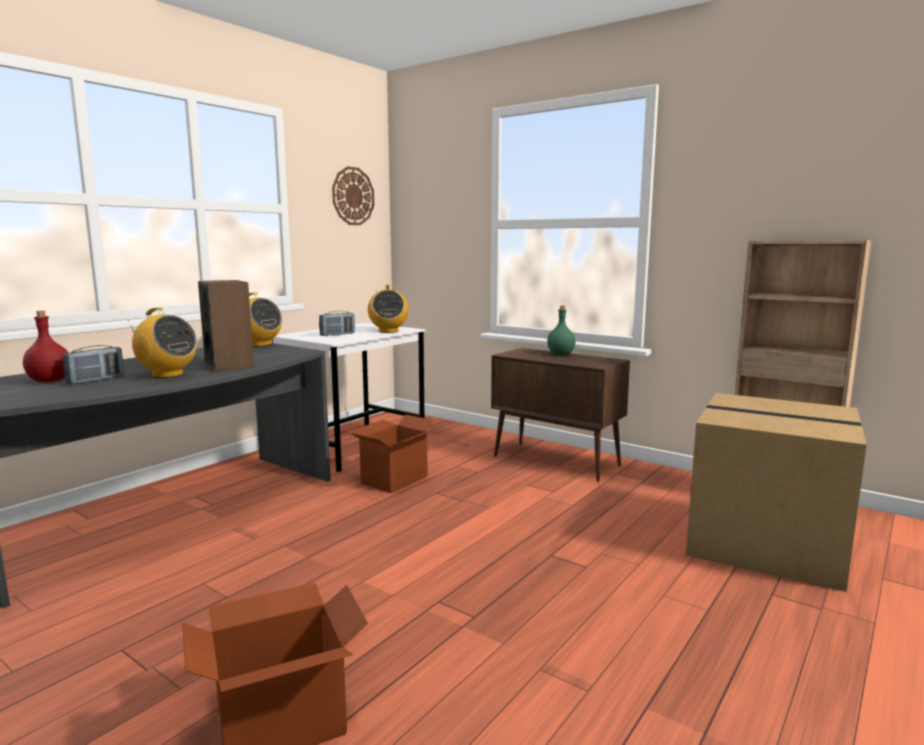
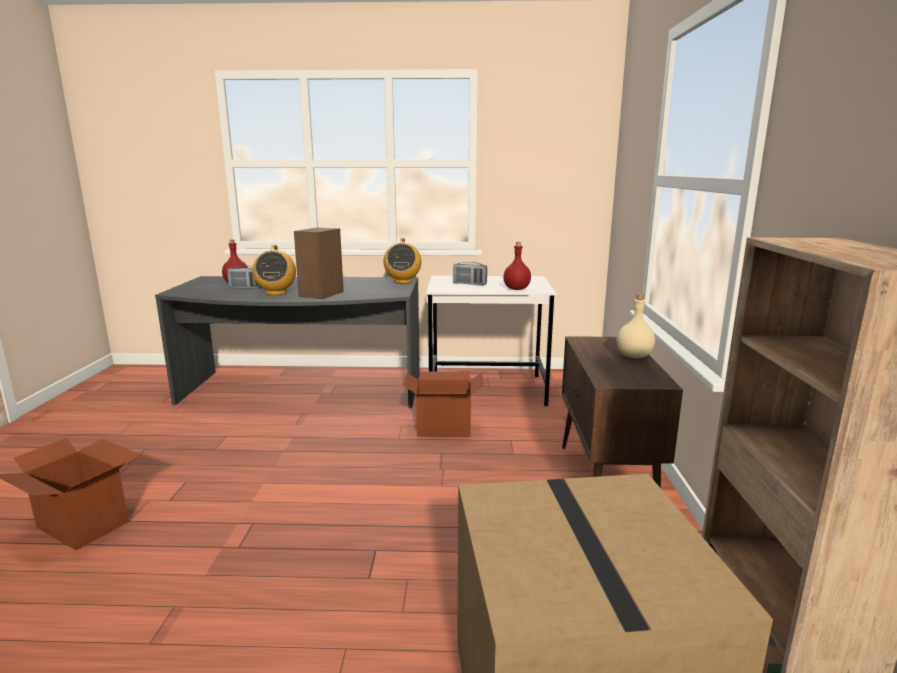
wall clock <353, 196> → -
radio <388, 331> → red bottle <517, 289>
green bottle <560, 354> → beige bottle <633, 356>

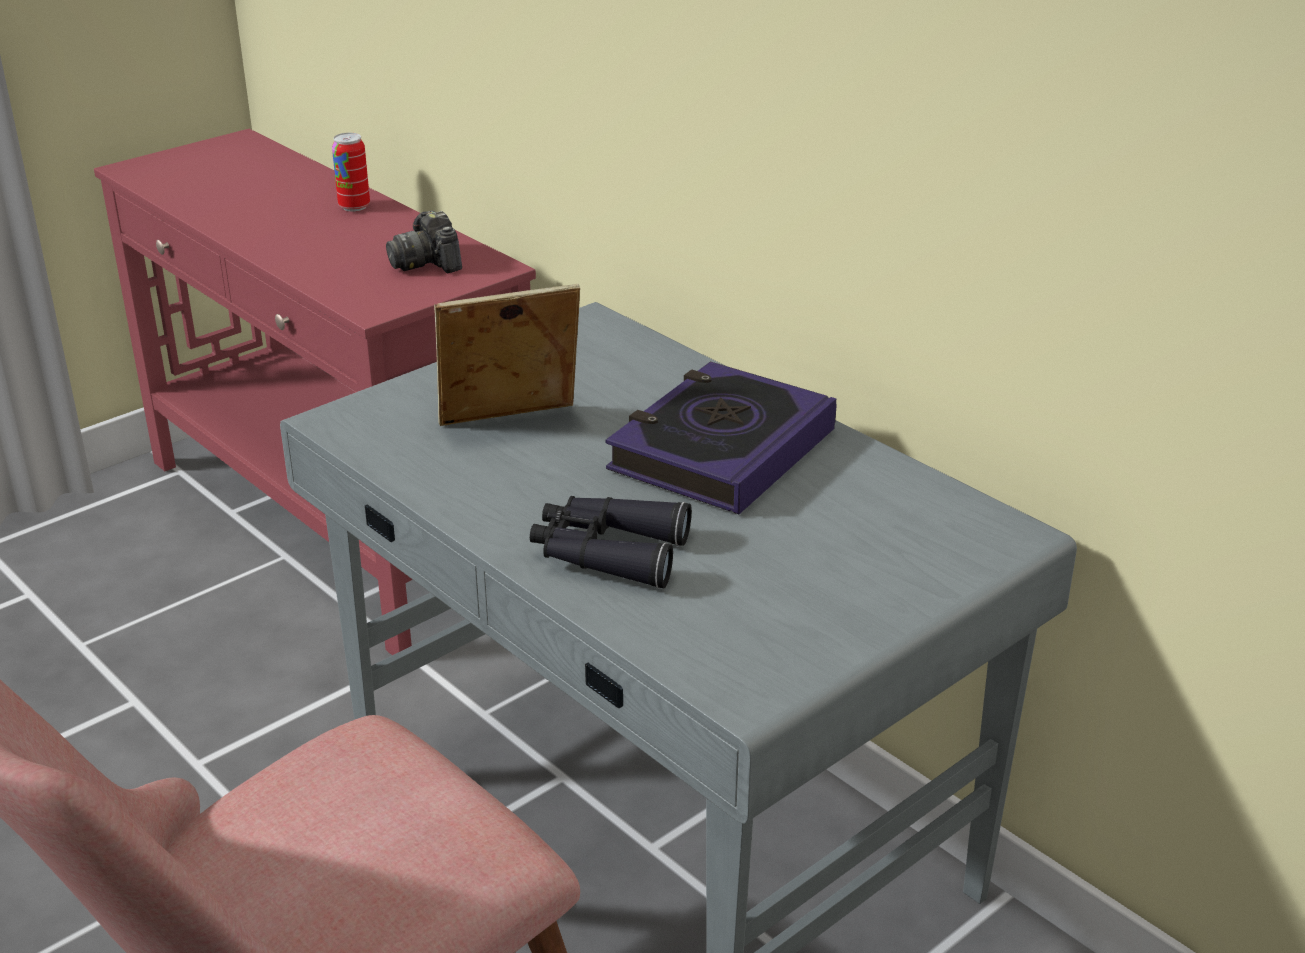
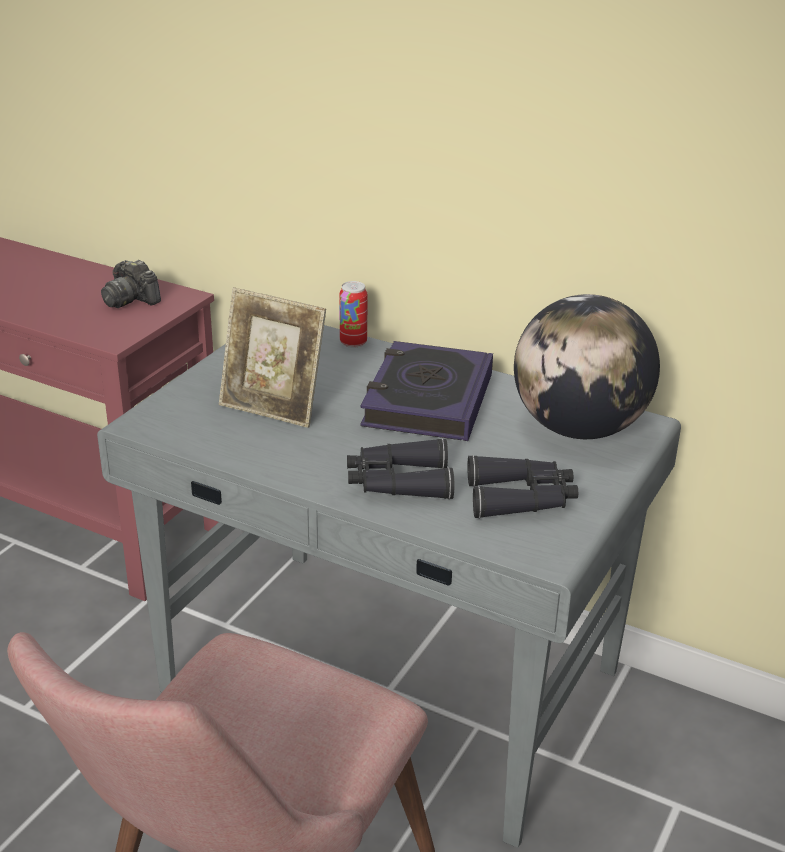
can <354, 207> → can <353, 343>, relocated
picture frame <510, 427> → picture frame <273, 408>, 120 degrees counterclockwise
- → globe <579, 429>
- → black binoculars <521, 498>

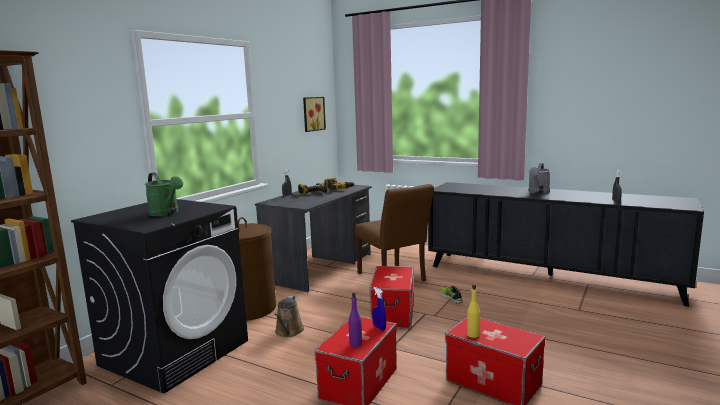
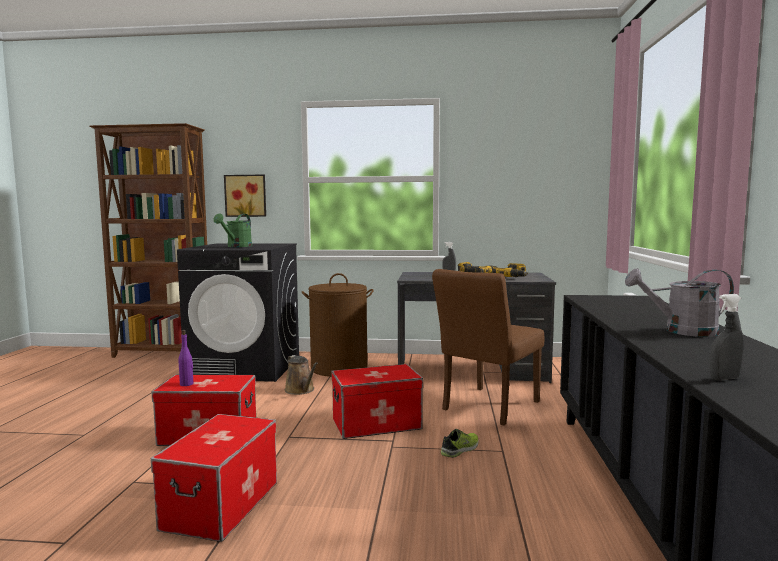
picture <312, 114> → picture <246, 195>, relocated
yellow bottle <473, 334> → -
blue spray bottle <379, 328> → -
brown watering can <288, 332> → brown watering can <301, 390>, 105 degrees counterclockwise

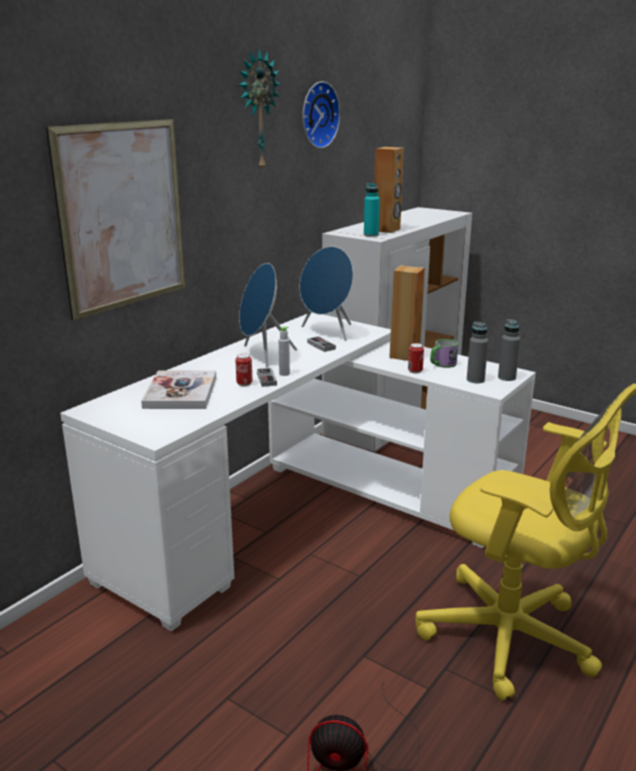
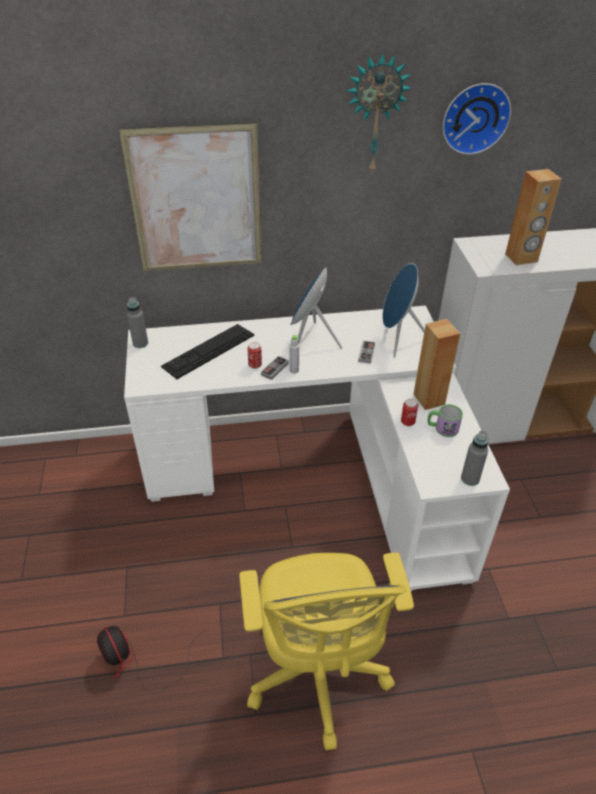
turquoise bottle <371, 235> → -
grey bottle <475, 380> → grey bottle <140, 343>, relocated
book <181, 392> → keyboard <208, 350>

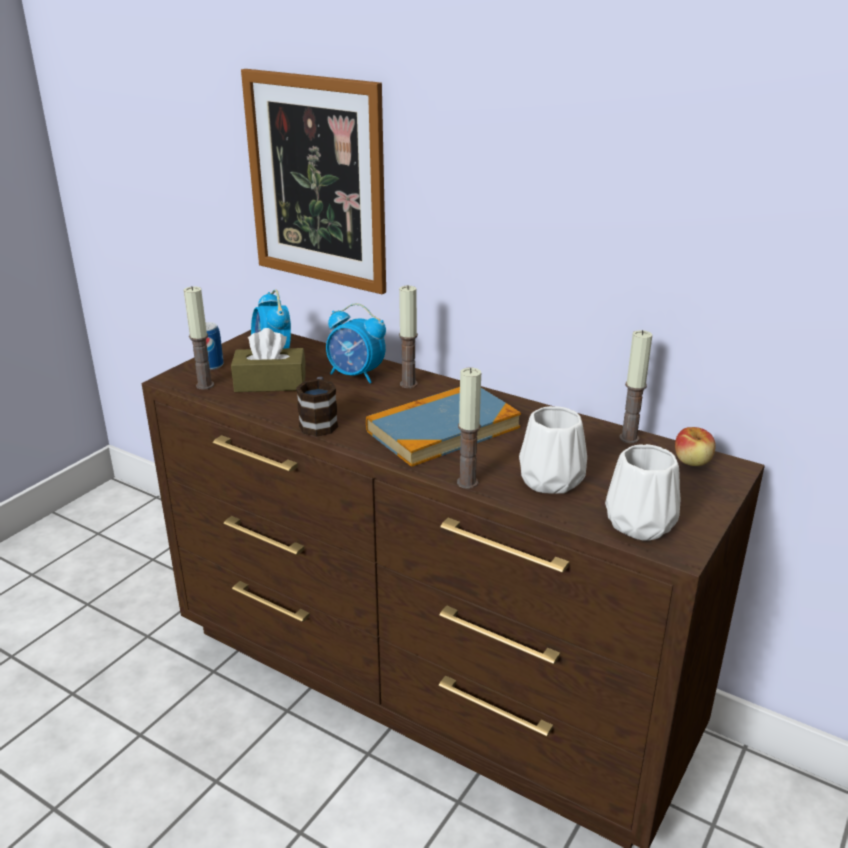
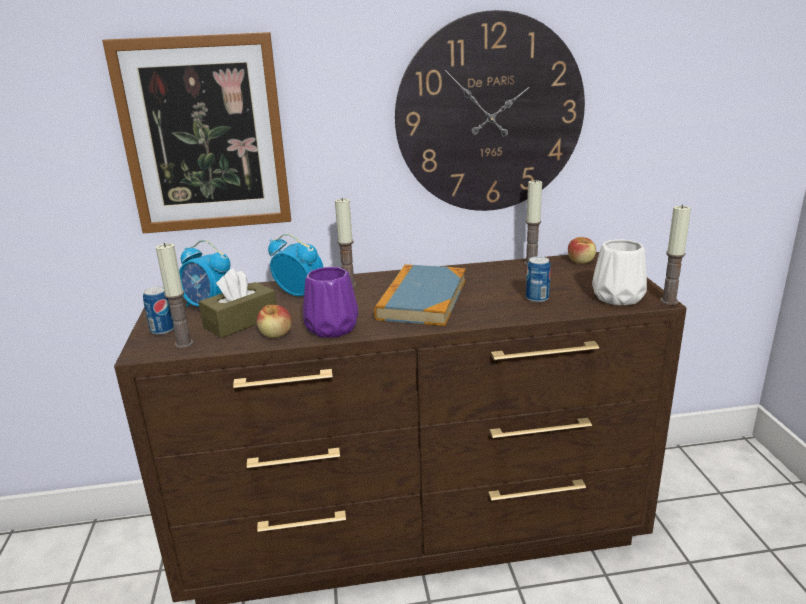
alarm clock <356, 375> → alarm clock <300, 293>, 135 degrees counterclockwise
candle <467, 482> → candle <669, 301>, relocated
mug <319, 422> → purple vase <330, 328>
white vase <551, 481> → can <537, 298>
- → wall clock <490, 115>
- → apple <276, 334>

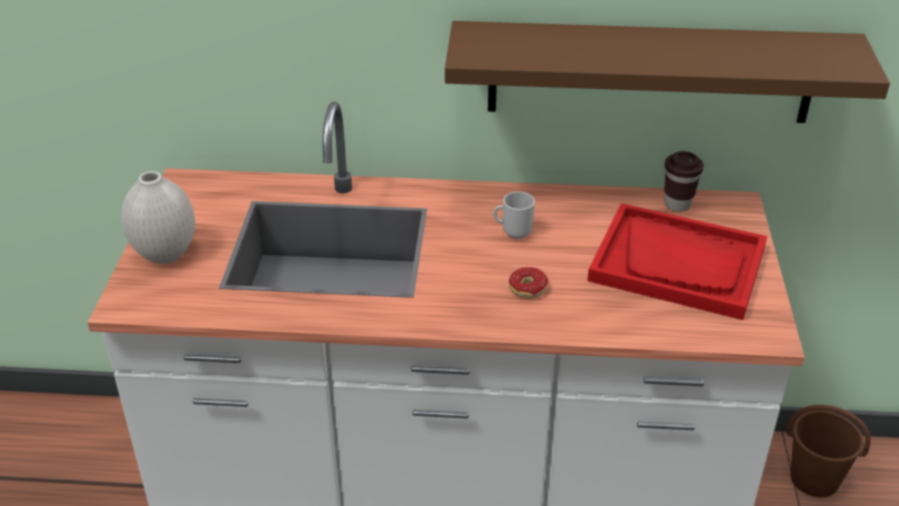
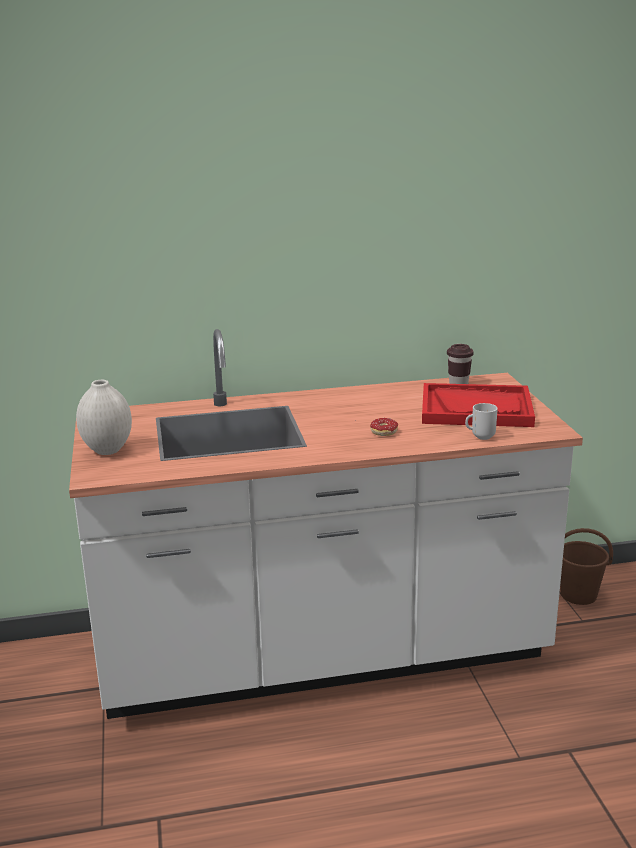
brown shelf <650, 72> → -
mug <515, 233> → mug <481, 437>, relocated

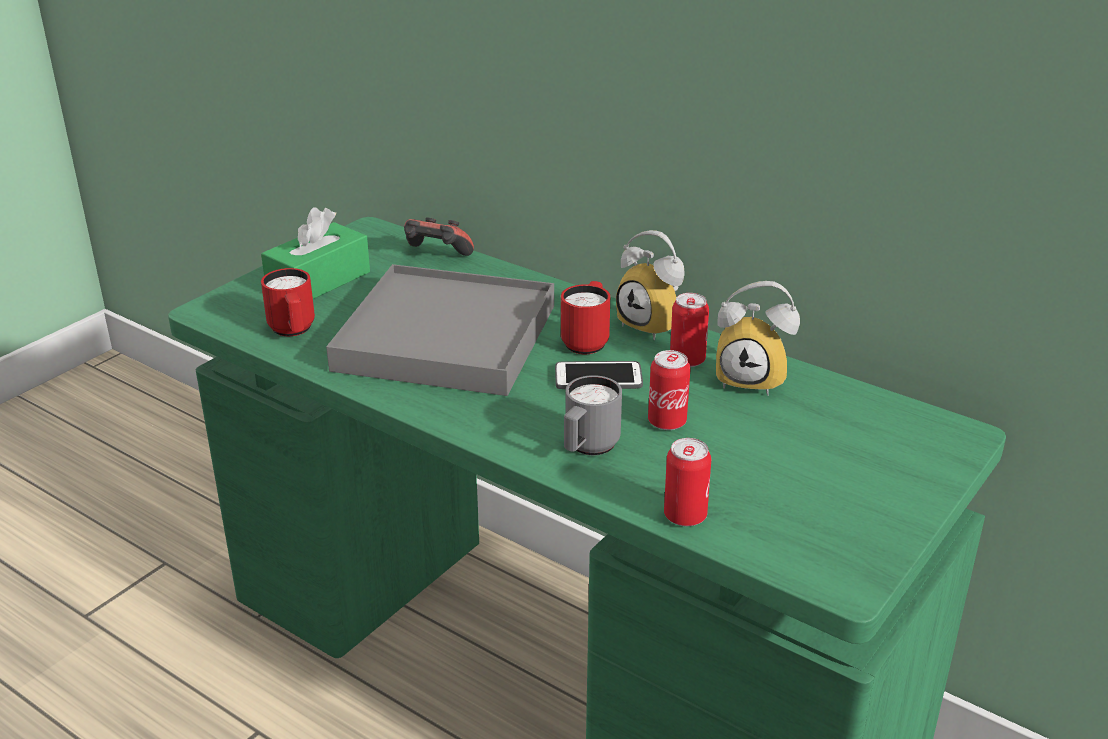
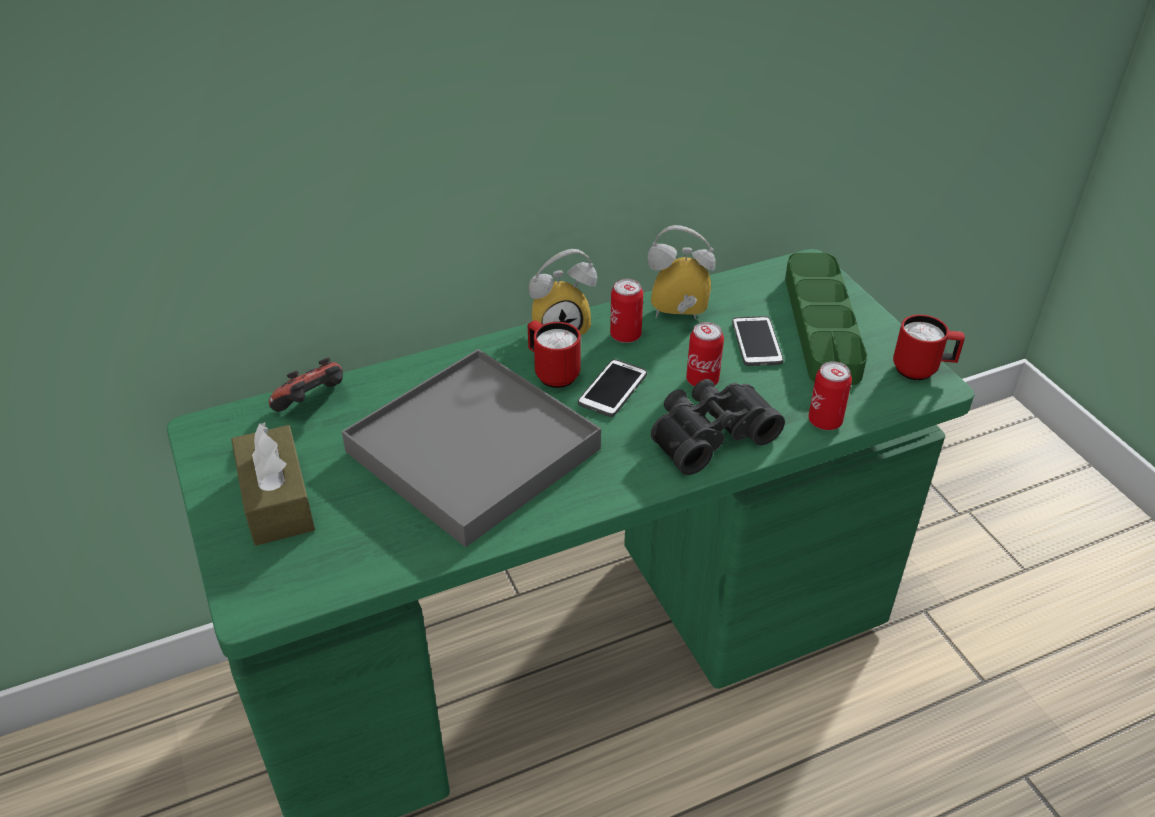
green tissue box <318, 281> → brown tissue box <277, 500>
red mug <293, 331> → red mug <922, 370>, relocated
alarm clock <753, 379> → alarm clock <677, 317>, 135 degrees counterclockwise
grey mug <587, 448> → black binoculars <708, 434>
- → green tray <821, 325>
- → phone <756, 342>

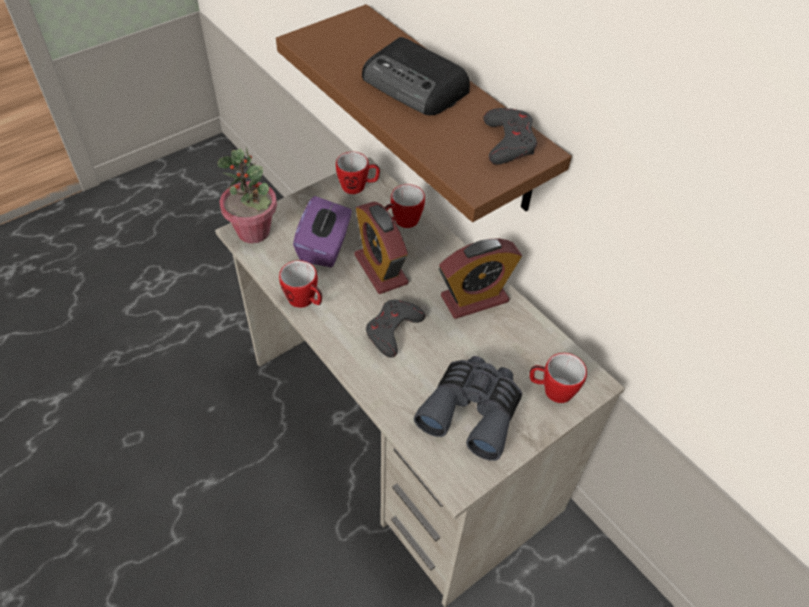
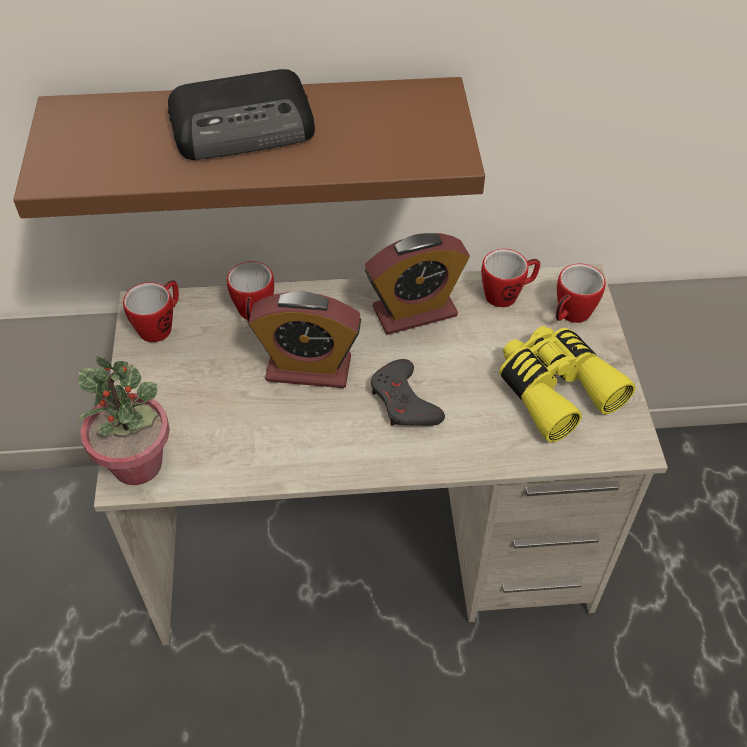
grey game controller <508, 141> → -
purple tissue box <325, 247> → -
alarm clock <474, 299> → alarm clock <414, 312>, 60 degrees clockwise
mug <305, 301> → mug <507, 294>, relocated
grey binoculars <472, 411> → yellow binoculars <555, 389>

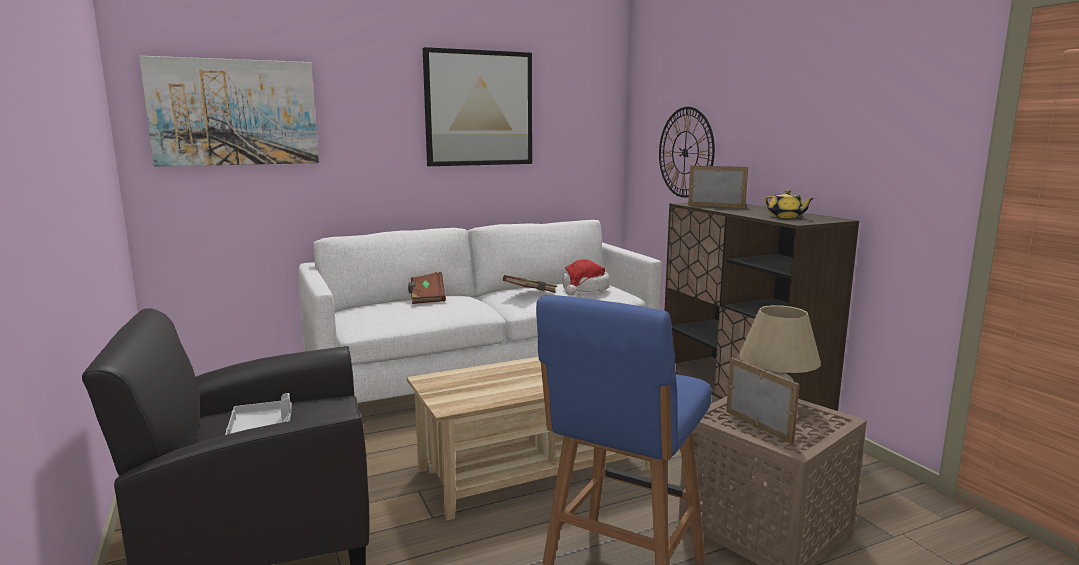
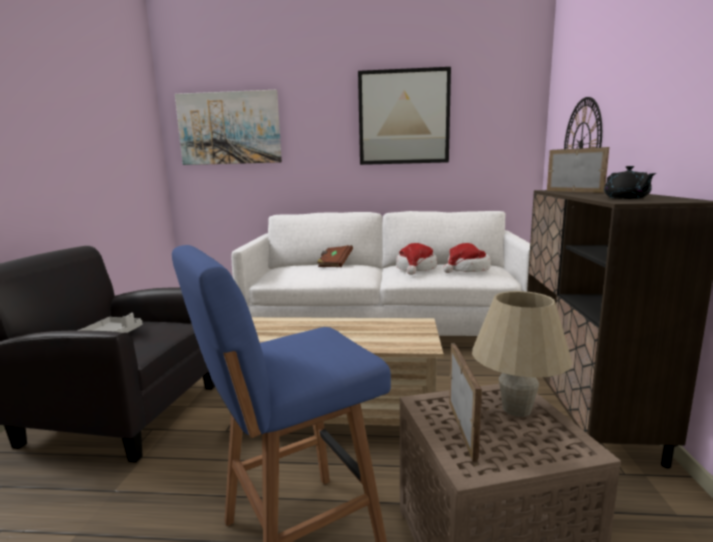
yellow teapot <786, 217> → black teapot <626, 198>
brown book <531, 294> → hat <416, 269>

